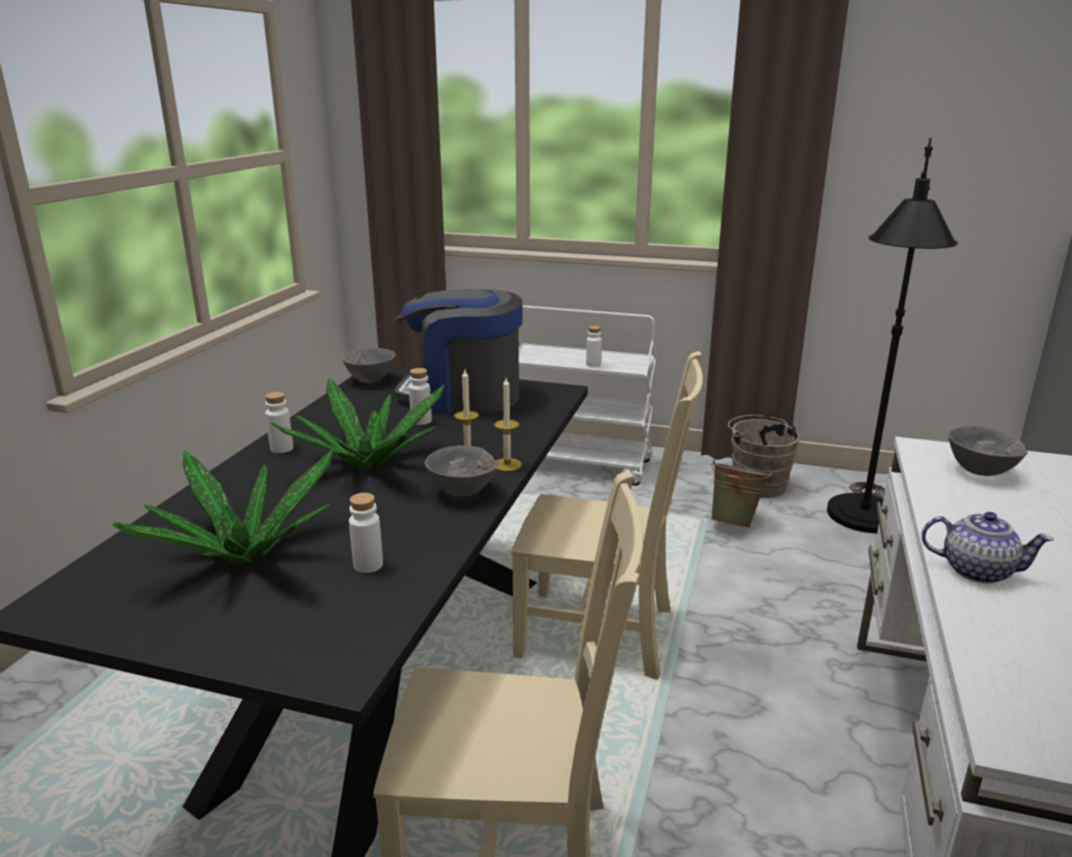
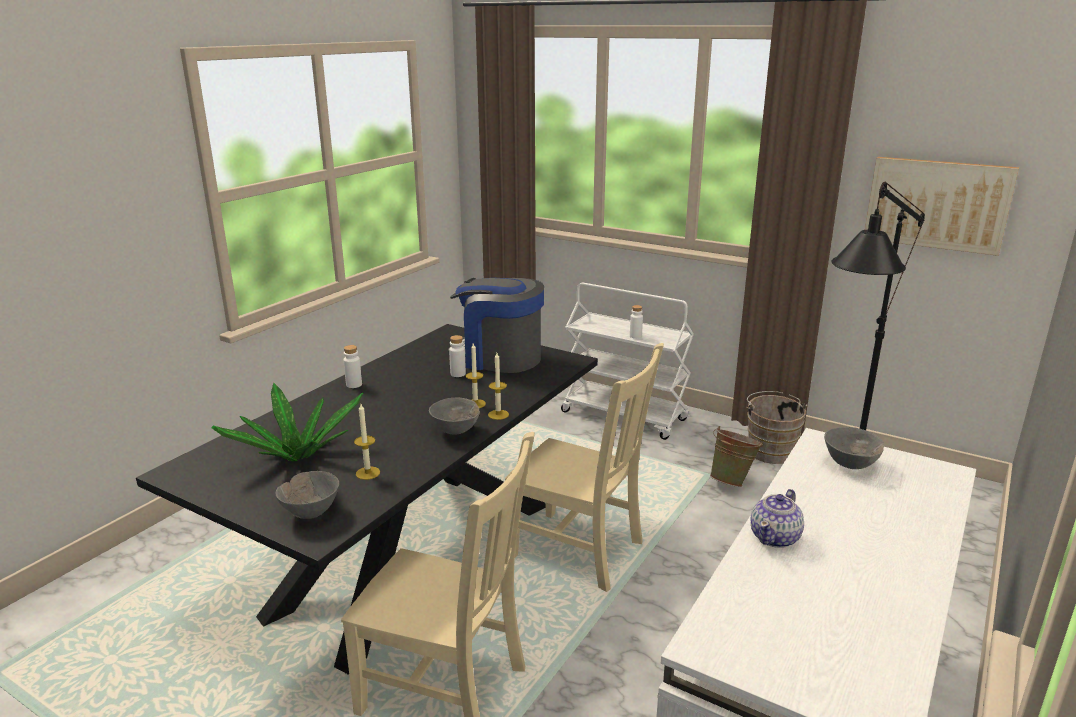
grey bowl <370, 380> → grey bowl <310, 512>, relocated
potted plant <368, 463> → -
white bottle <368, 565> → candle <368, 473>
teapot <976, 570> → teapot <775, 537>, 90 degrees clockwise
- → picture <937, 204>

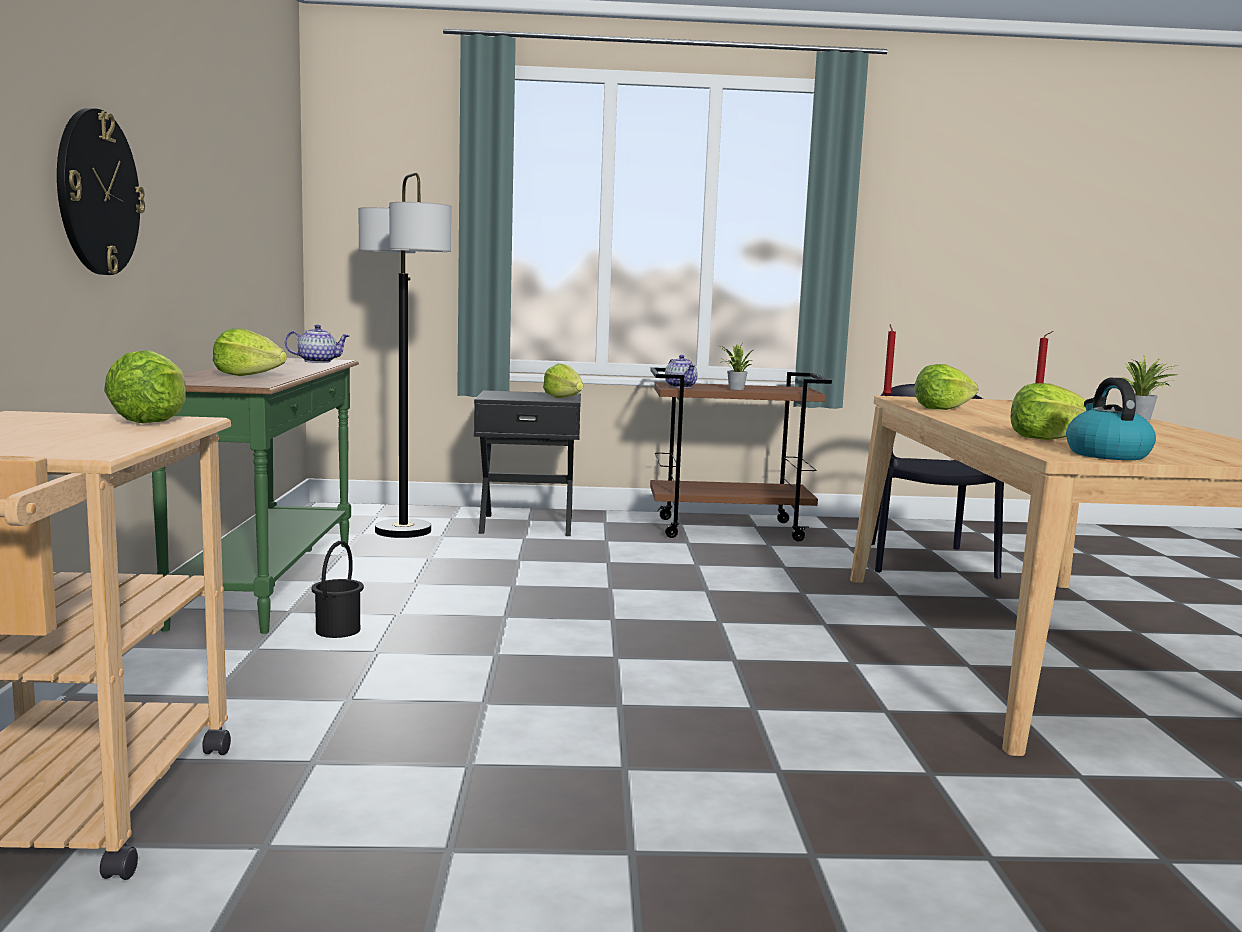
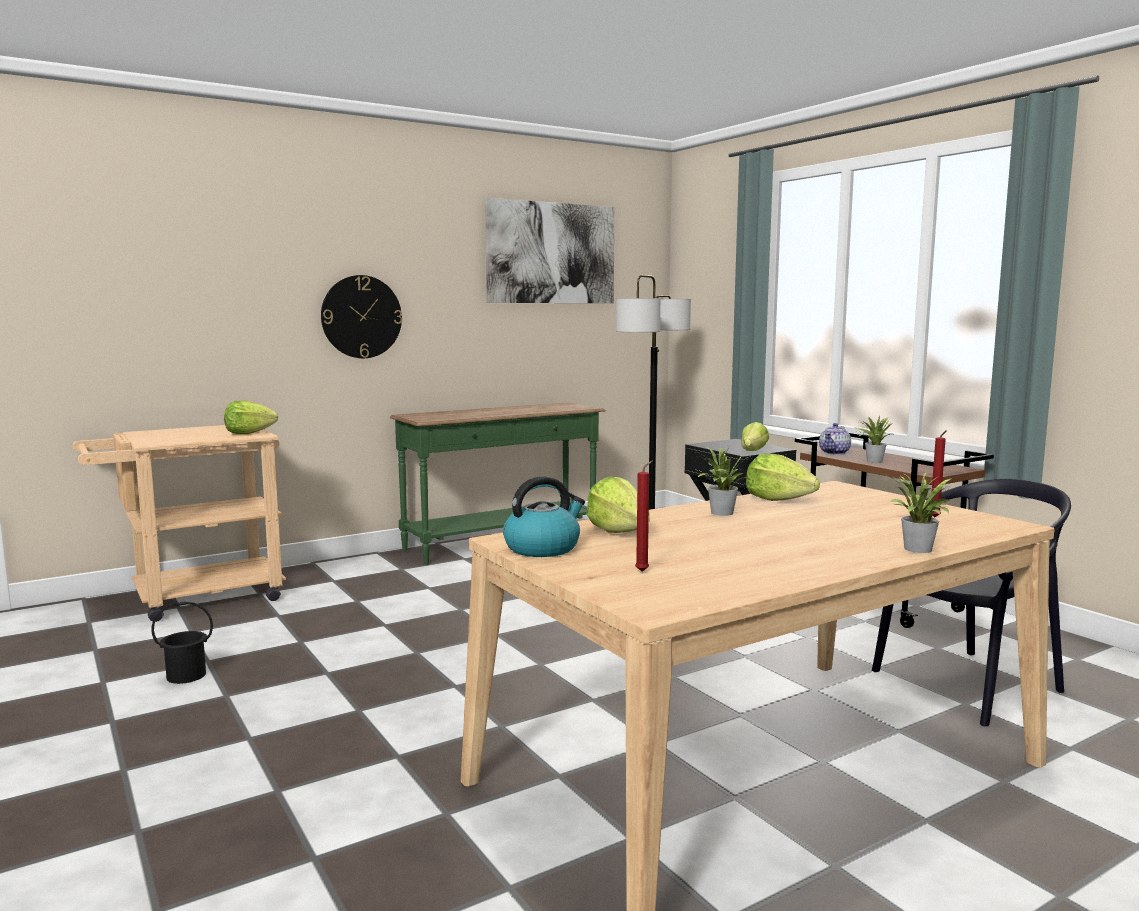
red candle <886, 396> → red candle <644, 571>, relocated
teapot <318, 361> → -
lettuce <248, 375> → -
black bucket <337, 630> → black bucket <186, 675>, relocated
- → picture <551, 253>
- → potted plant <719, 513>

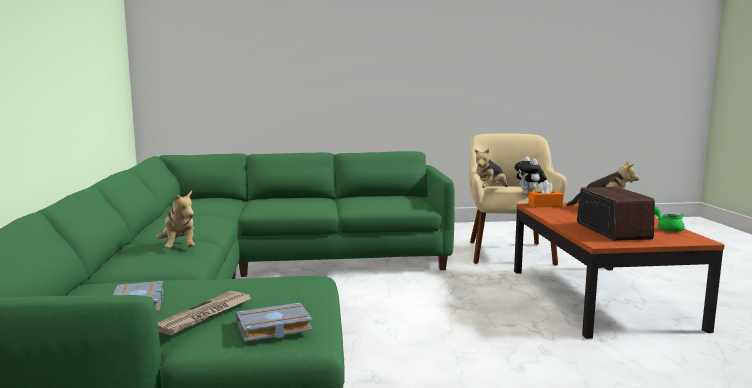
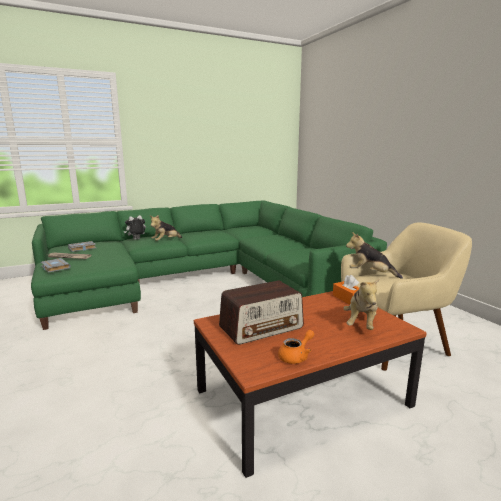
plush toy <529, 195> → plush toy <136, 239>, relocated
green teapot <668, 228> → orange teapot <296, 356>

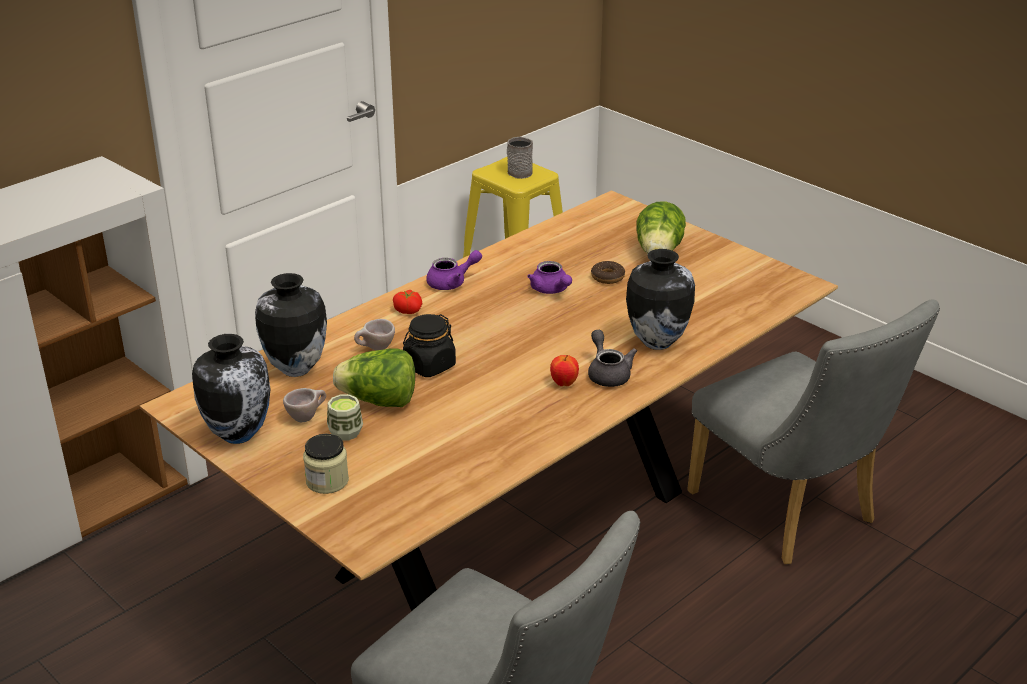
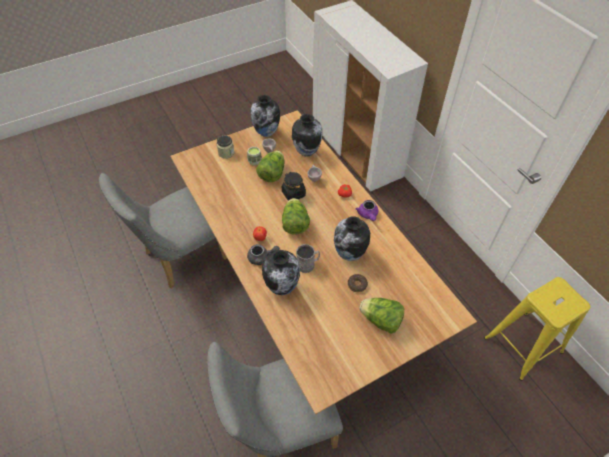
grey mug <517, 171> → grey mug <308, 264>, relocated
purple teapot <551, 290> → vase <349, 255>
- → lettuce <294, 224>

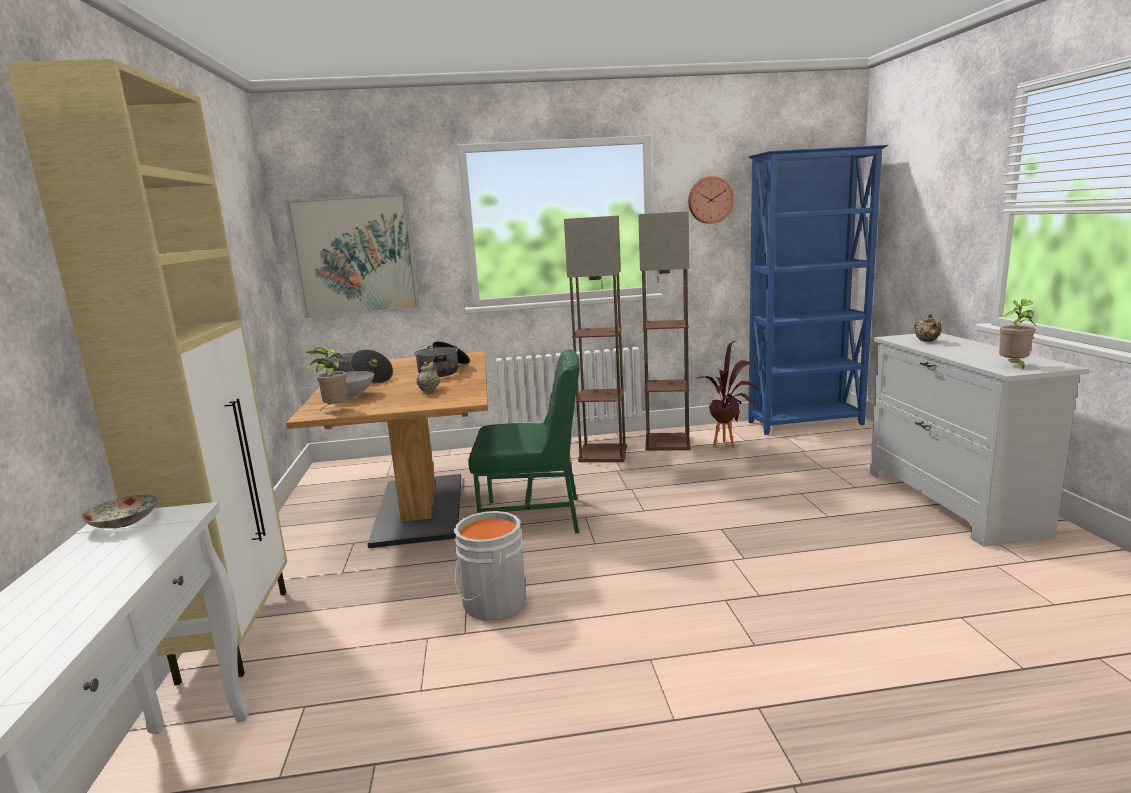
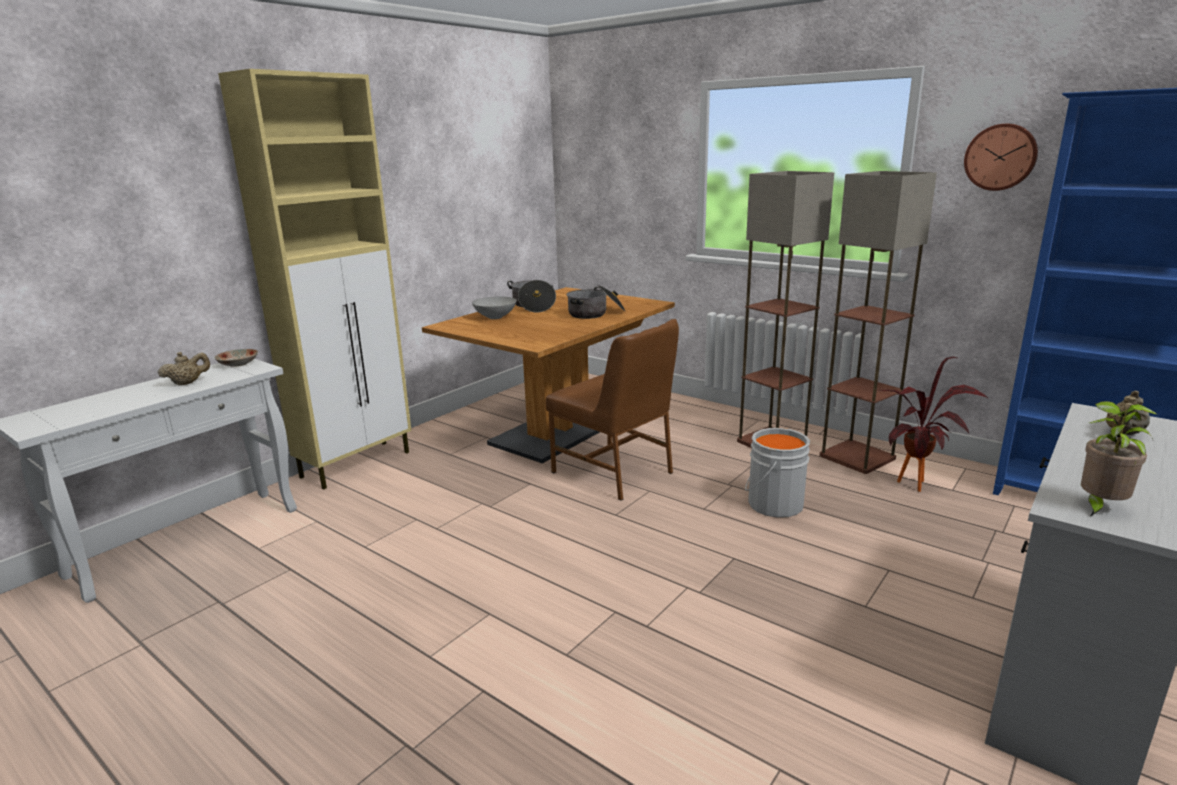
picture <355, 256> → -
potted plant <334, 410> → -
green chair <533, 517> → brown chair <614, 472>
beige teapot <429, 390> → beige teapot <187, 383>, relocated
grey bucket <491, 603> → grey bucket <772, 504>, relocated

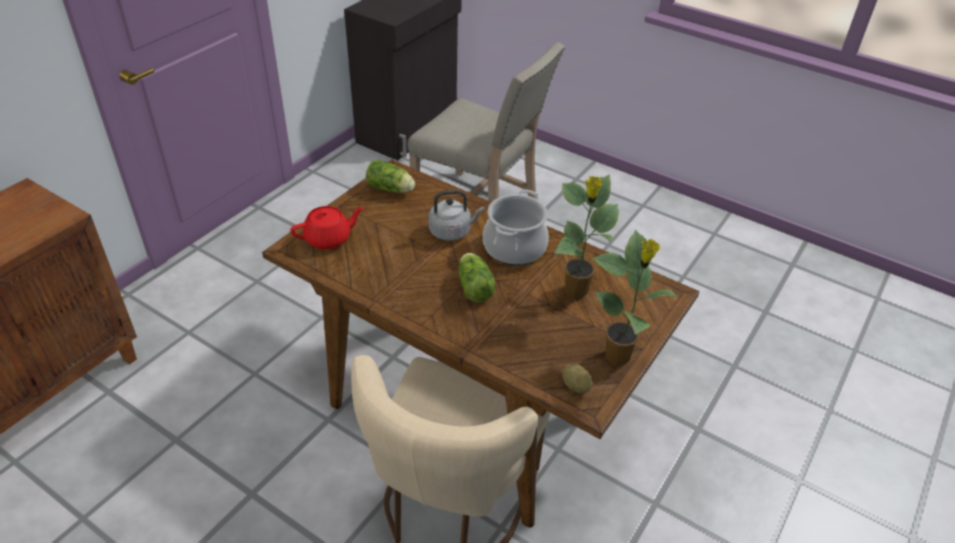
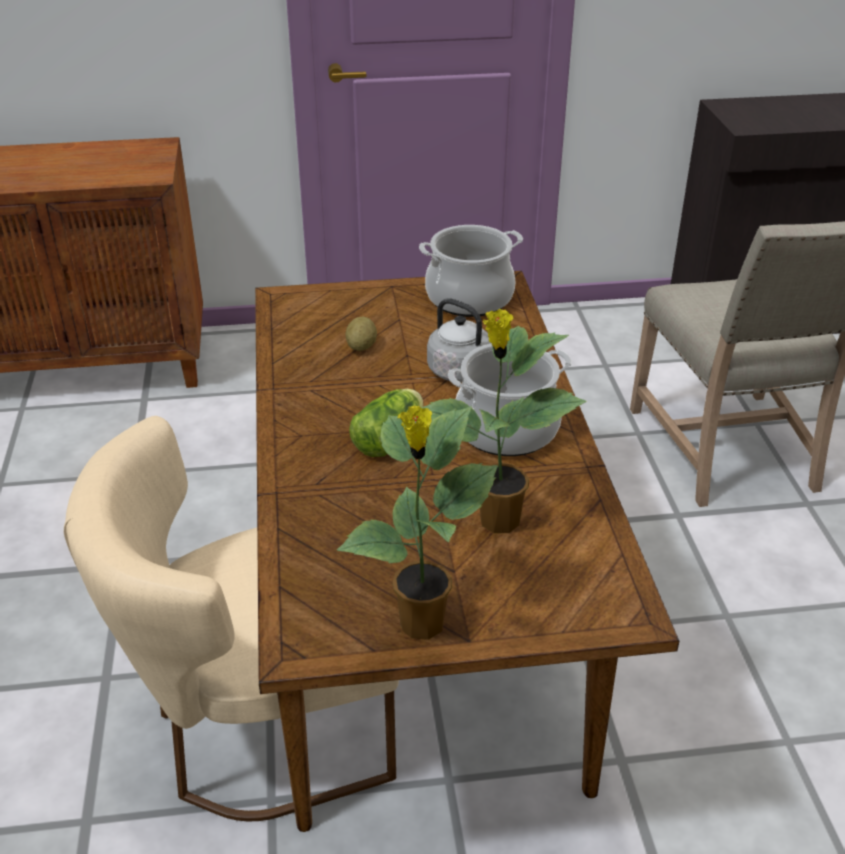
lettuce <391, 189> → cooking pot <469, 298>
red teapot <329, 239> → -
potato <575, 386> → potato <361, 347>, relocated

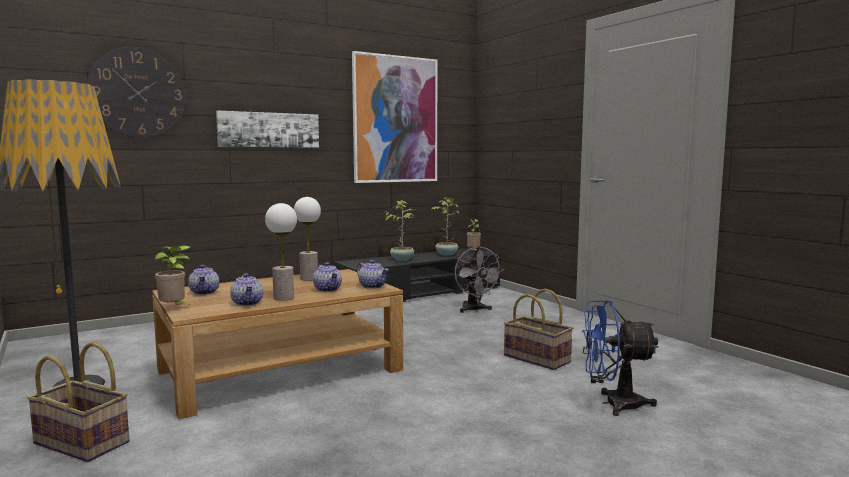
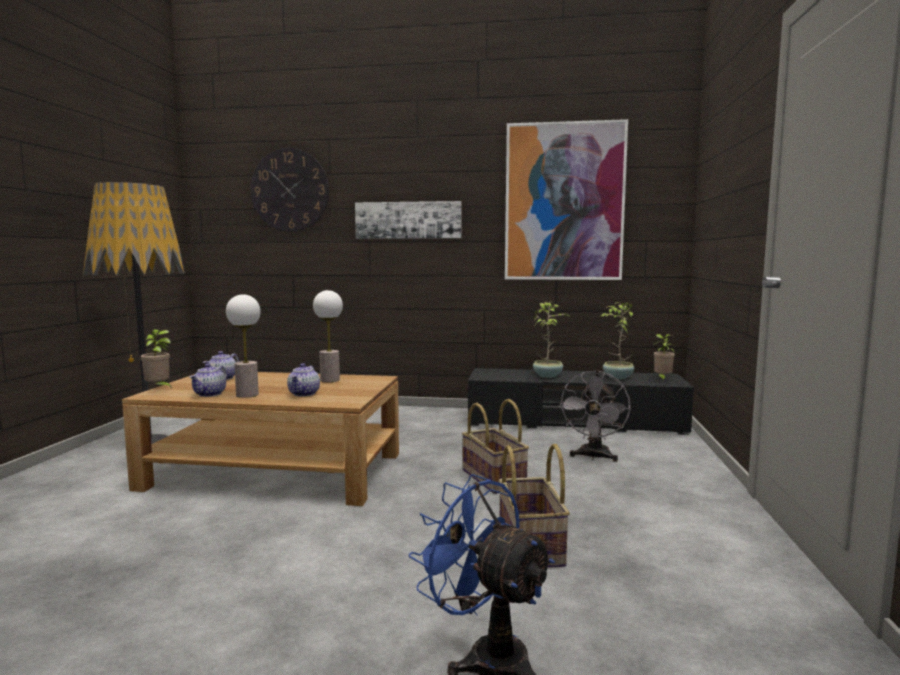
teapot <373, 286> → -
basket <83, 442> → basket <494, 479>, relocated

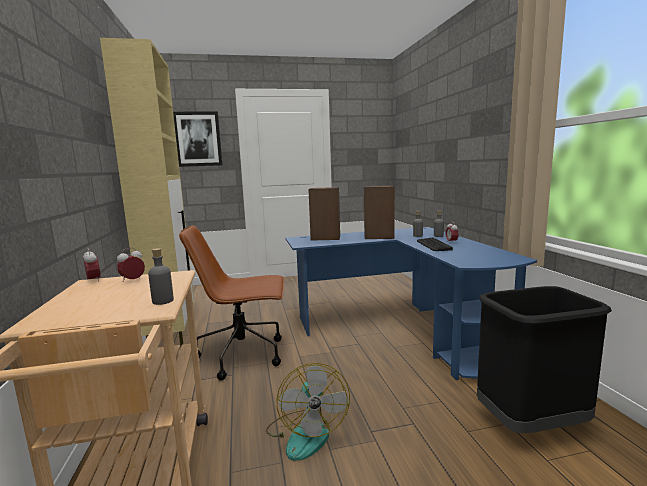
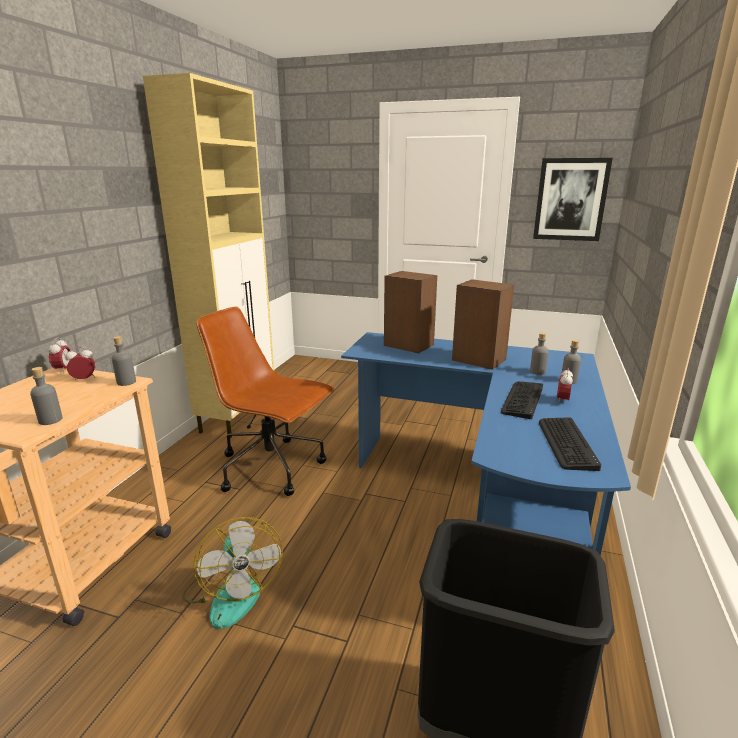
picture <198, 139> → picture <570, 199>, relocated
fan <306, 433> → fan <232, 592>, 45 degrees counterclockwise
- → grey bottle <126, 382>
- → keyboard <566, 443>

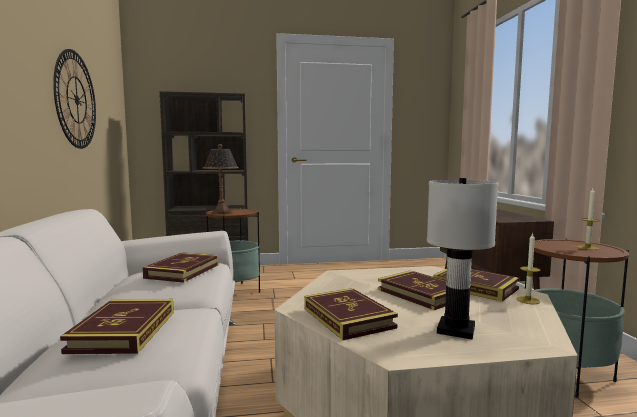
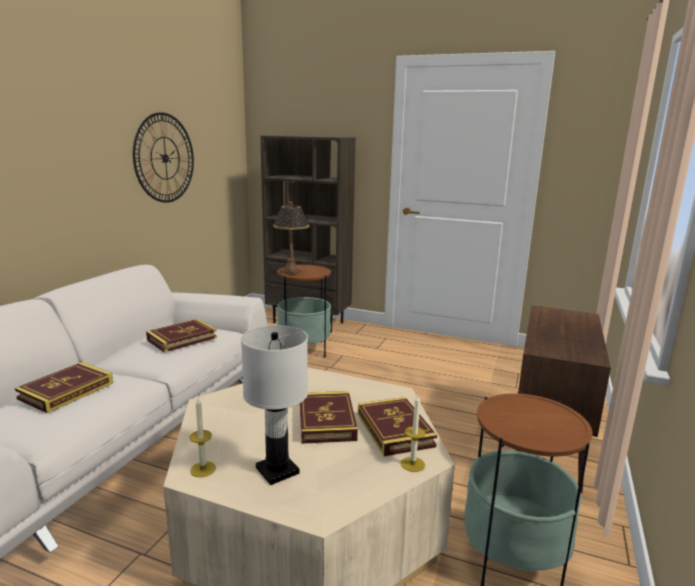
candle <587, 247> → candle <203, 469>, relocated
book <348, 318> → -

